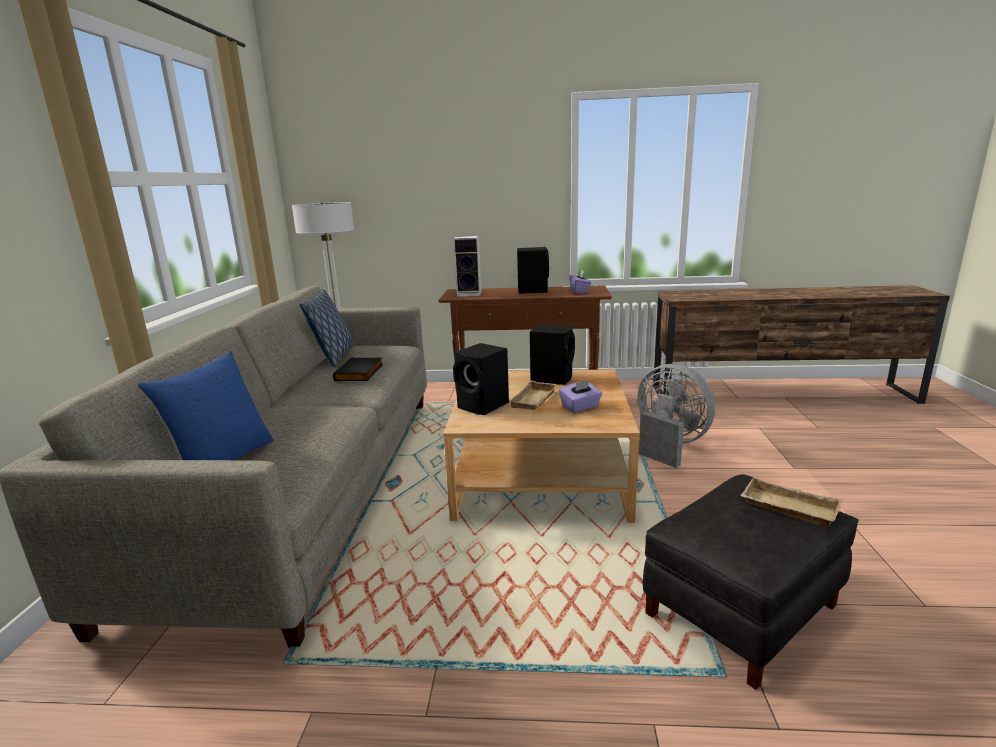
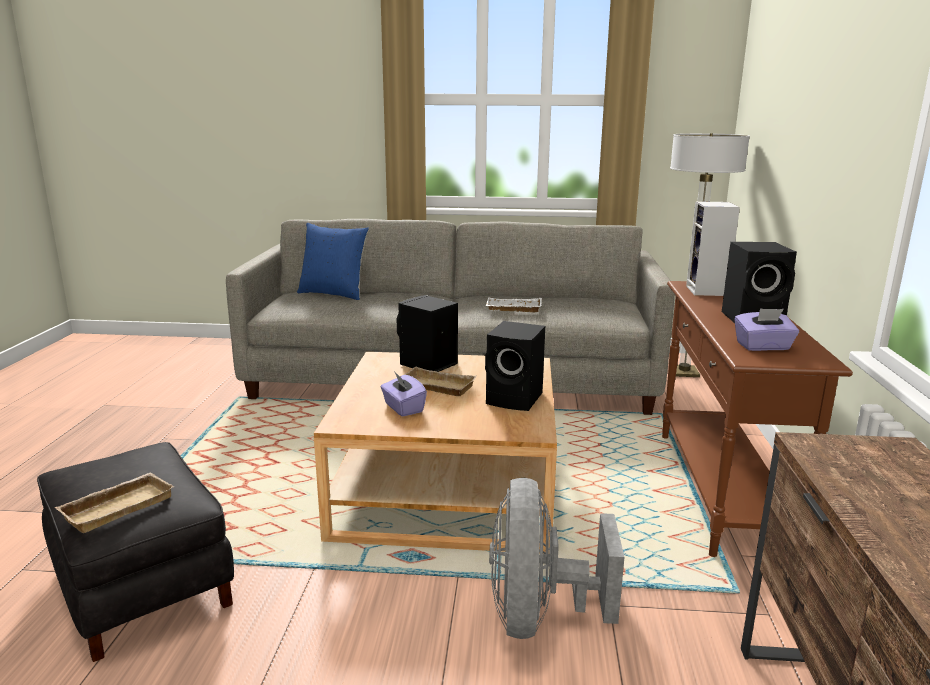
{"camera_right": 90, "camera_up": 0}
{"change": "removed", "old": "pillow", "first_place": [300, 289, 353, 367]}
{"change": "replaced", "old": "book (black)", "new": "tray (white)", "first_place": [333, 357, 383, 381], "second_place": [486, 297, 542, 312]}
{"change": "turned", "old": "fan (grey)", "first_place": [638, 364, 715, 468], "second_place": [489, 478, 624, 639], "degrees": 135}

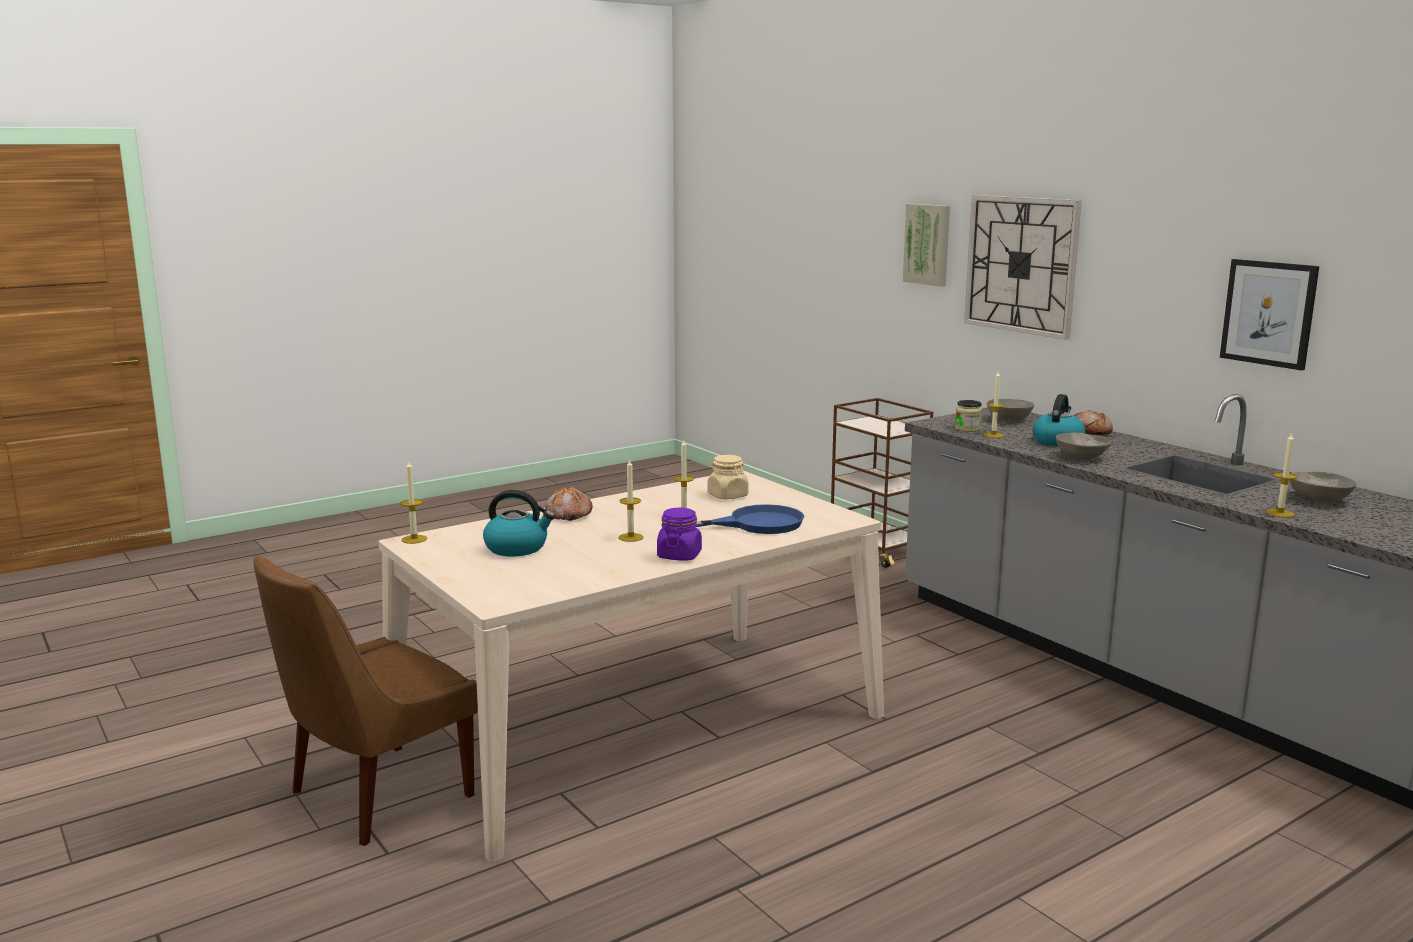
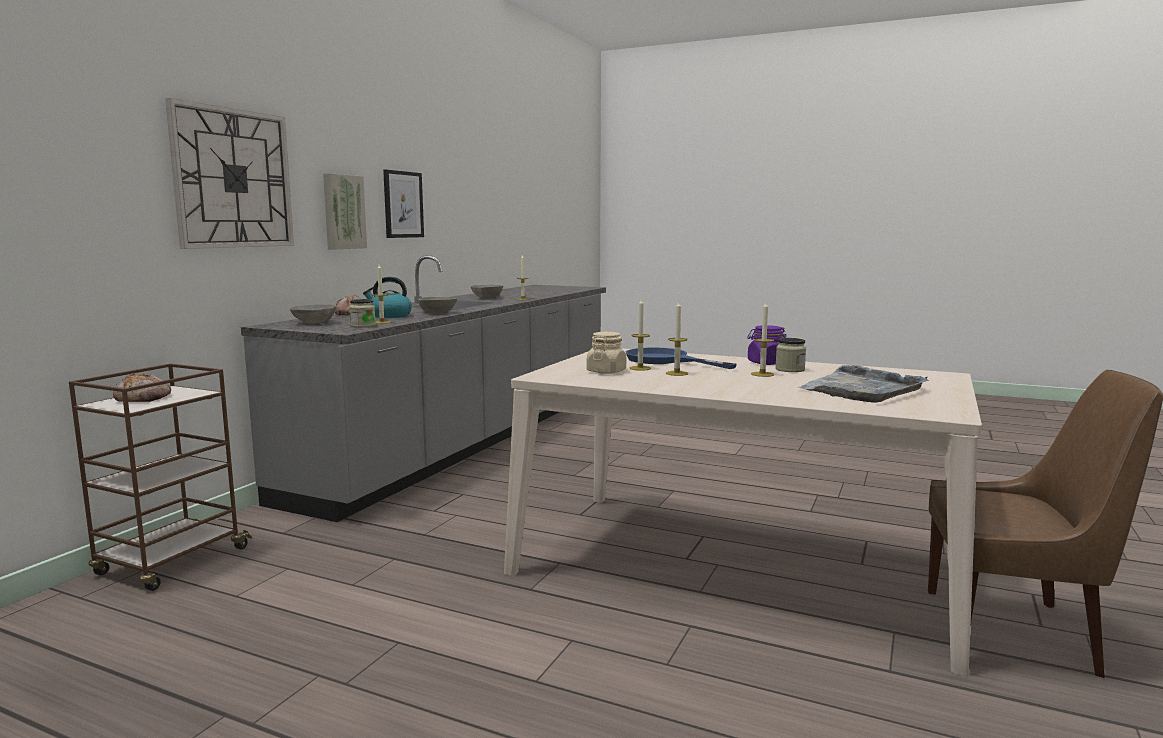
{"camera_right": -120, "camera_up": -5}
{"change": "added", "new": "jar", "second_place": [775, 338, 806, 372]}
{"change": "moved", "old": "candle", "first_place": [401, 460, 427, 544], "second_place": [630, 299, 651, 371]}
{"change": "moved", "old": "bread", "first_place": [545, 486, 592, 521], "second_place": [113, 373, 171, 402]}
{"change": "moved", "old": "picture", "first_place": [903, 204, 950, 286], "second_place": [323, 173, 367, 250]}
{"change": "replaced", "old": "kettle", "new": "tray (grey)", "first_place": [483, 490, 555, 556], "second_place": [798, 365, 929, 403]}

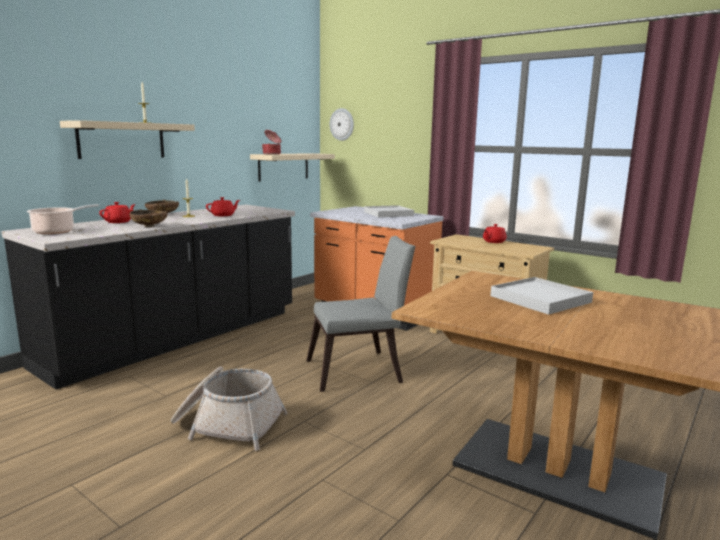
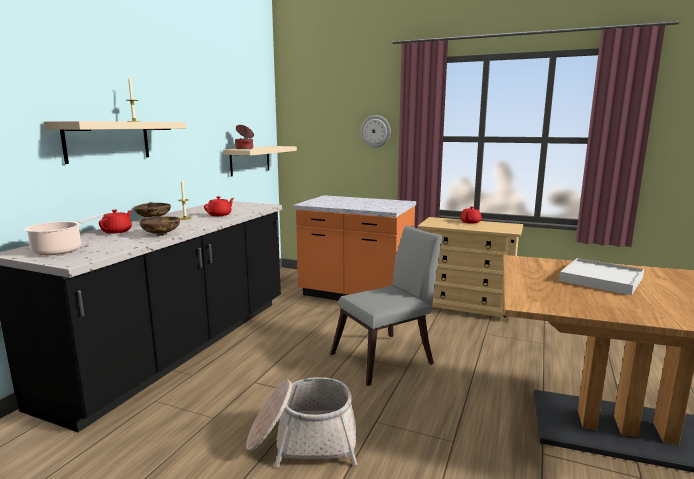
{"camera_right": -15, "camera_up": 0}
{"change": "removed", "old": "tray (white)", "first_place": [364, 205, 414, 217]}
{"change": "moved", "old": "wall clock", "first_place": [330, 108, 354, 141], "second_place": [361, 115, 391, 148]}

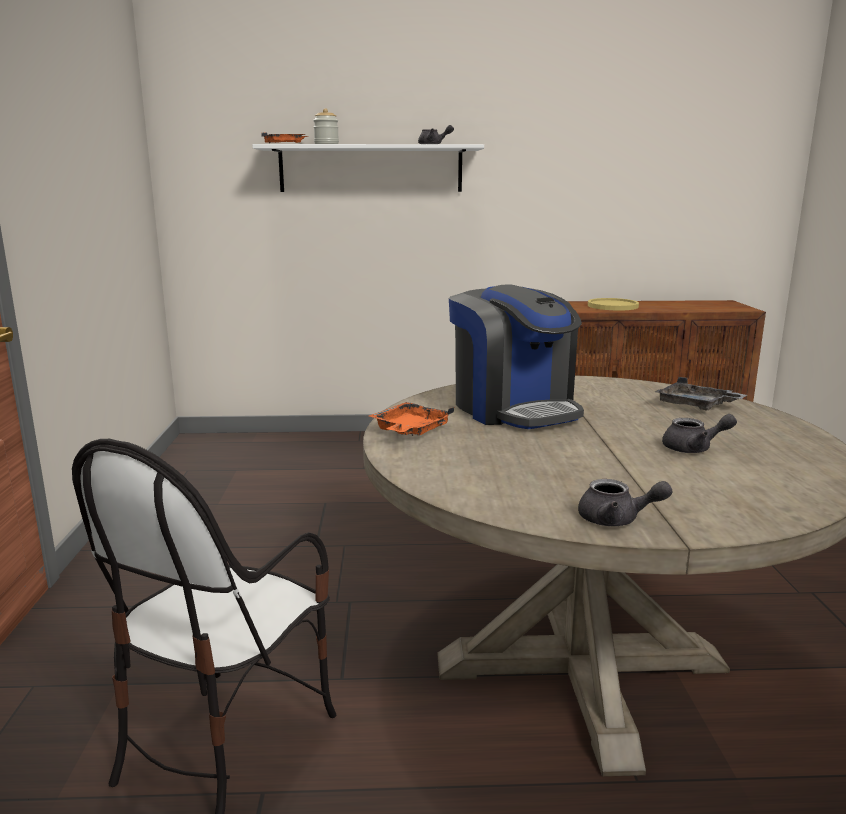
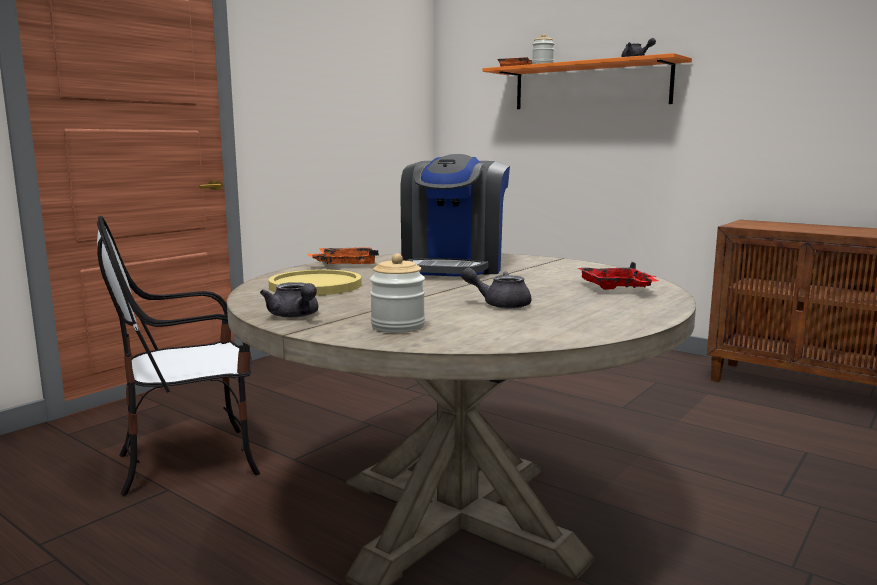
{"camera_right": 40, "camera_up": -5}
{"change": "added", "new": "jar", "second_place": [370, 253, 425, 333]}
{"change": "moved", "old": "plate (yellow)", "first_place": [588, 298, 639, 311], "second_place": [269, 269, 362, 296]}
{"change": "recoloured", "old": "shelf (white)", "new": "shelf (orange)", "first_place": [252, 144, 484, 192], "second_place": [483, 53, 692, 109]}
{"change": "recoloured", "old": "tray (grey)", "new": "tray (red)", "first_place": [655, 377, 747, 411], "second_place": [577, 262, 658, 290]}
{"change": "turned", "old": "teapot (grey)", "first_place": [662, 414, 737, 453], "second_place": [461, 267, 531, 309], "degrees": 150}

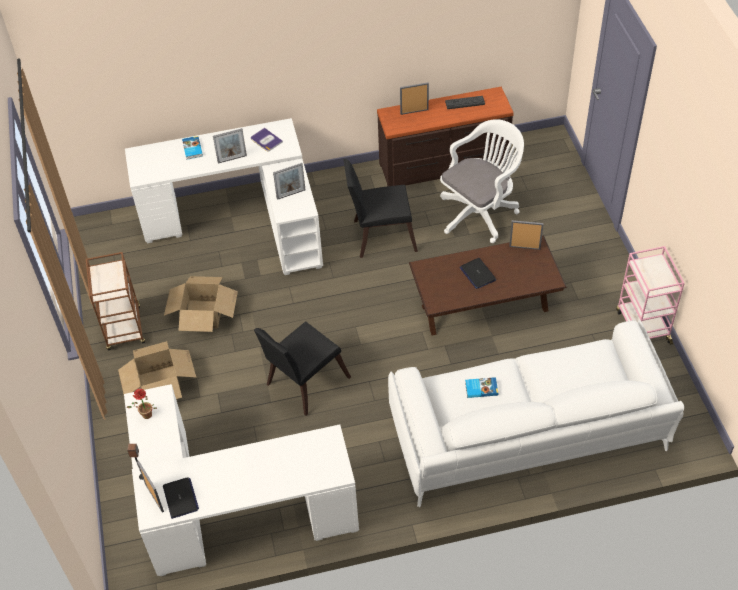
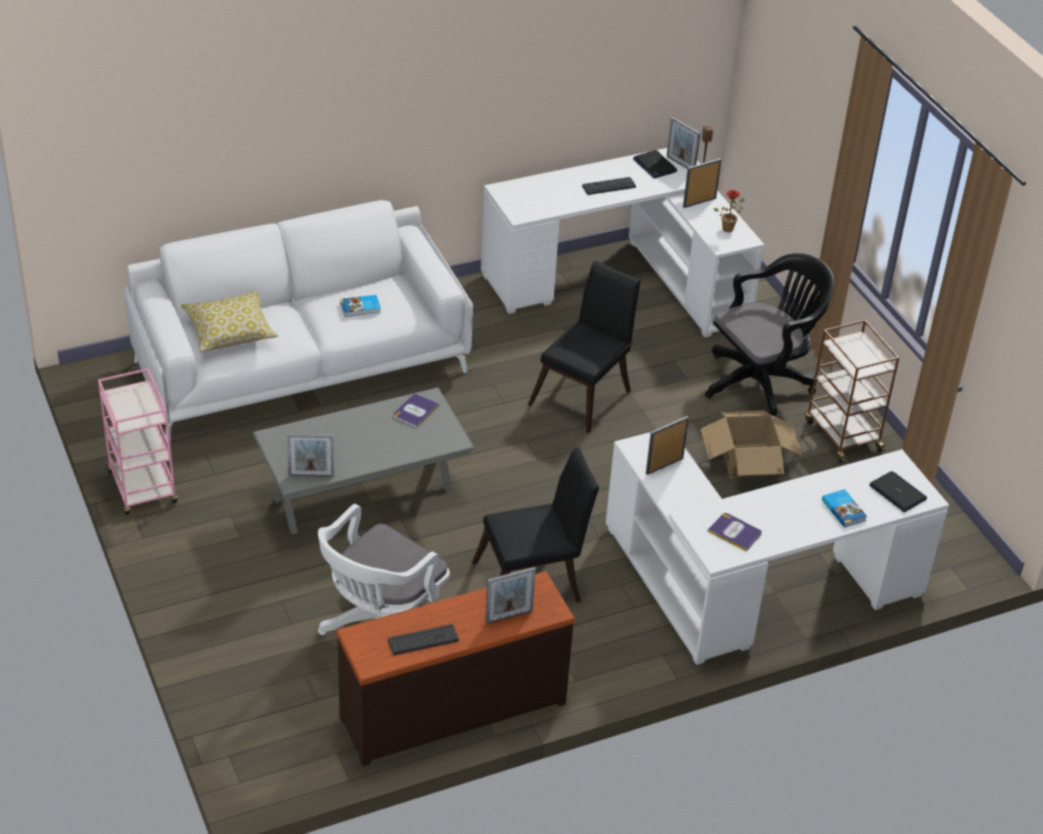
{"camera_right": 165, "camera_up": -10}
{"change": "added", "new": "pillow", "second_place": [181, 292, 278, 352]}
{"change": "added", "new": "book", "second_place": [393, 394, 439, 428]}
{"change": "added", "new": "keyboard", "second_place": [582, 177, 636, 195]}
{"change": "moved", "old": "picture frame", "first_place": [213, 128, 247, 164], "second_place": [683, 158, 722, 208]}
{"change": "moved", "old": "laptop", "first_place": [460, 258, 496, 289], "second_place": [869, 471, 927, 512]}
{"change": "replaced", "old": "cardboard box", "new": "office chair (black)", "first_place": [118, 341, 196, 399], "second_place": [705, 253, 834, 416]}
{"change": "recoloured", "old": "coffee table (brown)", "new": "coffee table (grey)", "first_place": [409, 236, 567, 335], "second_place": [252, 388, 475, 534]}

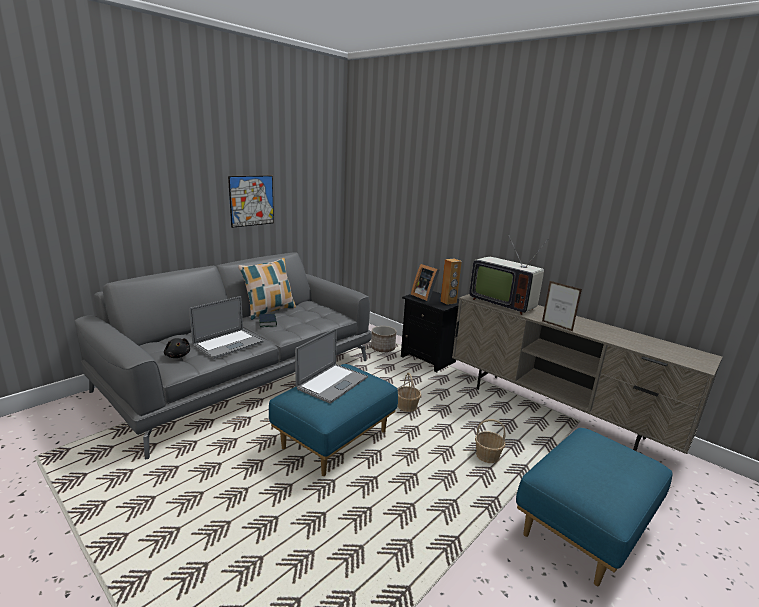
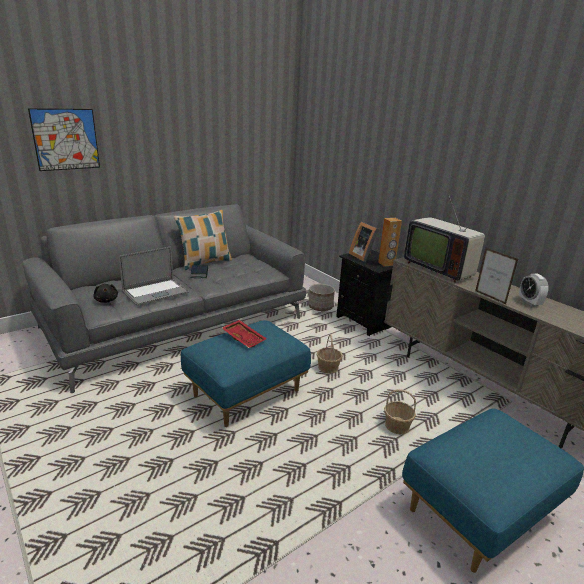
{"camera_right": 10, "camera_up": 5}
{"change": "added", "new": "alarm clock", "second_place": [519, 274, 549, 307]}
{"change": "moved", "old": "picture", "first_place": [228, 176, 274, 228], "second_place": [28, 108, 100, 171]}
{"change": "replaced", "old": "laptop", "new": "tray (red)", "first_place": [295, 328, 368, 404], "second_place": [222, 320, 267, 348]}

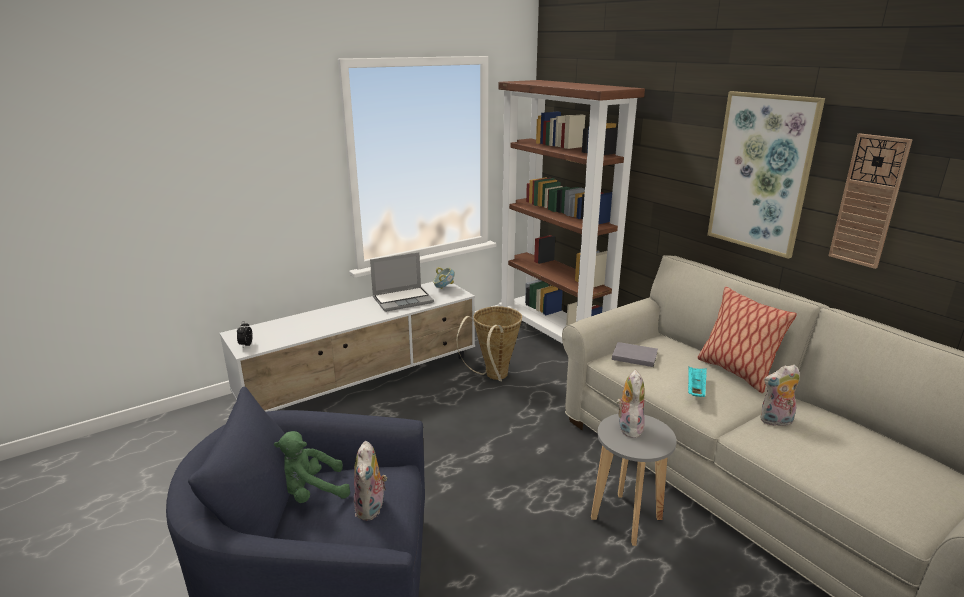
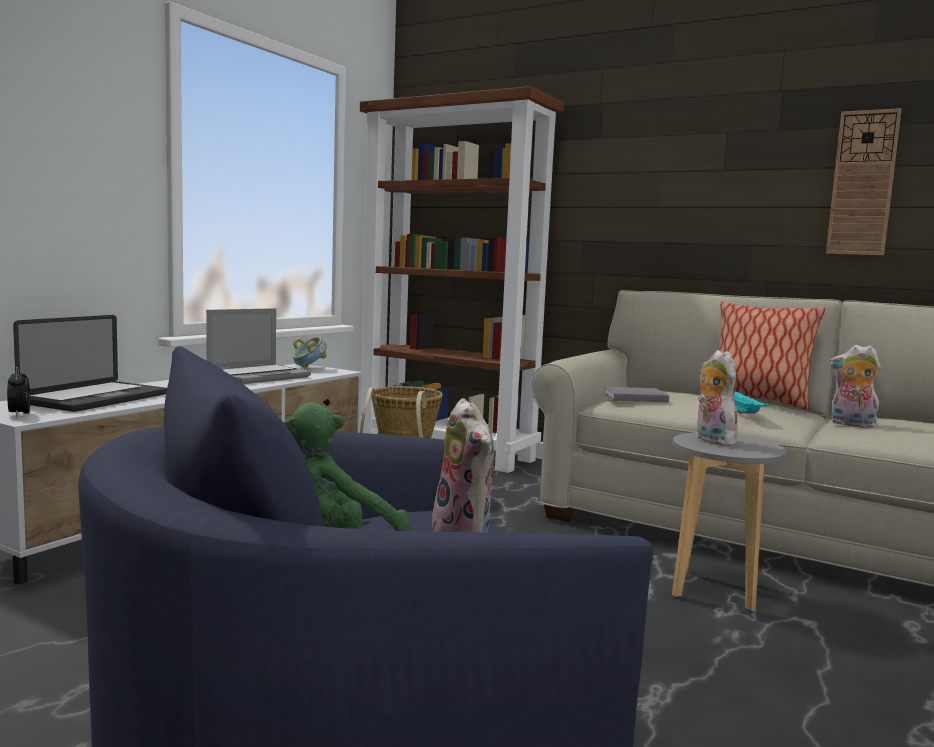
{"camera_right": -25, "camera_up": -15}
{"change": "removed", "old": "picture", "first_place": [707, 91, 825, 259]}
{"change": "added", "new": "laptop", "second_place": [13, 315, 167, 412]}
{"change": "turned", "old": "plush toy", "first_place": [760, 364, 800, 426], "second_place": [829, 345, 881, 428], "degrees": 60}

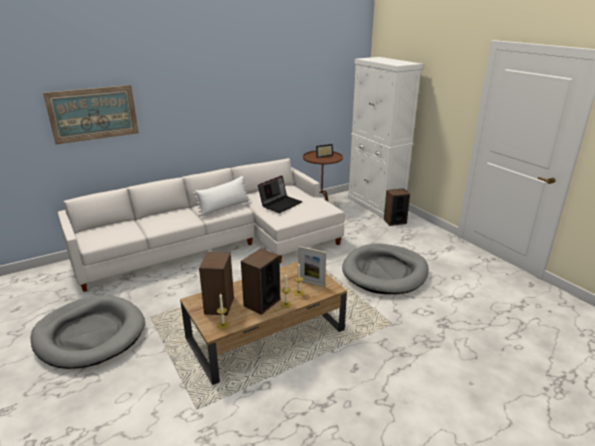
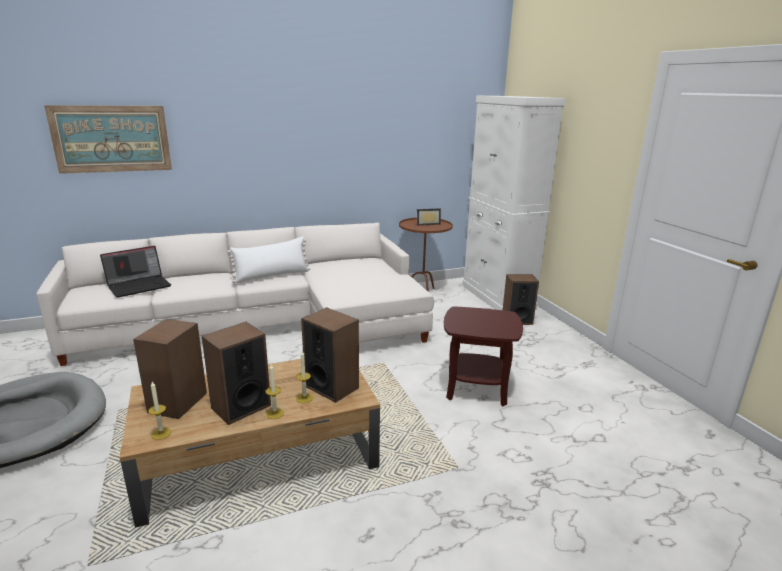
{"camera_right": 10, "camera_up": -5}
{"change": "moved", "old": "laptop", "first_place": [258, 176, 303, 213], "second_place": [100, 246, 171, 298]}
{"change": "replaced", "old": "picture frame", "new": "speaker", "first_place": [298, 246, 326, 287], "second_place": [301, 307, 359, 403]}
{"change": "replaced", "old": "dog bed (grey)", "new": "side table (brown)", "first_place": [342, 244, 429, 294], "second_place": [444, 307, 523, 406]}

